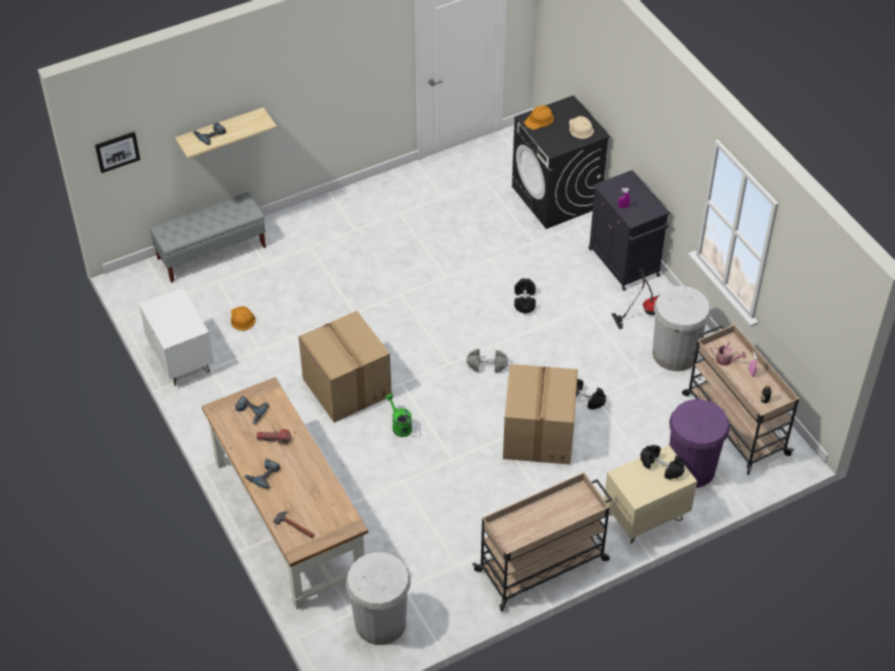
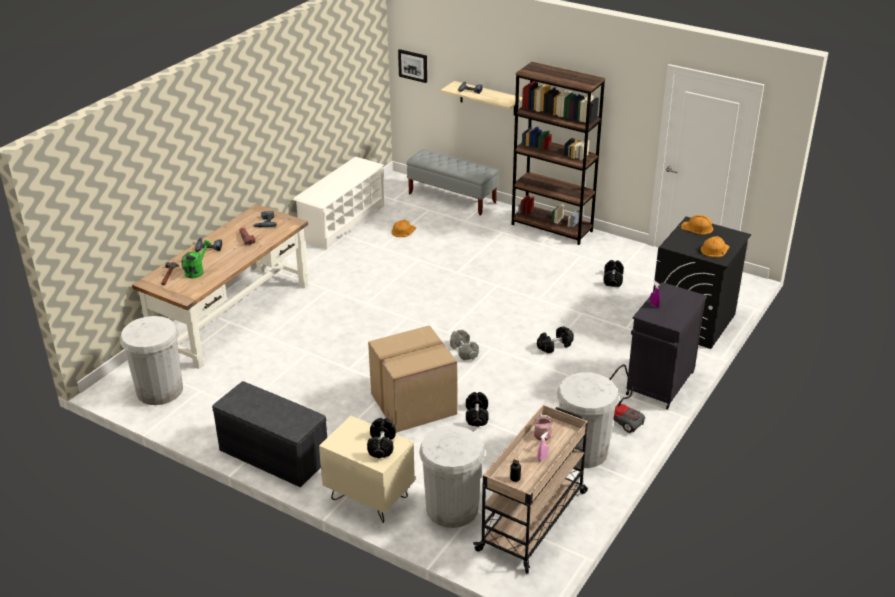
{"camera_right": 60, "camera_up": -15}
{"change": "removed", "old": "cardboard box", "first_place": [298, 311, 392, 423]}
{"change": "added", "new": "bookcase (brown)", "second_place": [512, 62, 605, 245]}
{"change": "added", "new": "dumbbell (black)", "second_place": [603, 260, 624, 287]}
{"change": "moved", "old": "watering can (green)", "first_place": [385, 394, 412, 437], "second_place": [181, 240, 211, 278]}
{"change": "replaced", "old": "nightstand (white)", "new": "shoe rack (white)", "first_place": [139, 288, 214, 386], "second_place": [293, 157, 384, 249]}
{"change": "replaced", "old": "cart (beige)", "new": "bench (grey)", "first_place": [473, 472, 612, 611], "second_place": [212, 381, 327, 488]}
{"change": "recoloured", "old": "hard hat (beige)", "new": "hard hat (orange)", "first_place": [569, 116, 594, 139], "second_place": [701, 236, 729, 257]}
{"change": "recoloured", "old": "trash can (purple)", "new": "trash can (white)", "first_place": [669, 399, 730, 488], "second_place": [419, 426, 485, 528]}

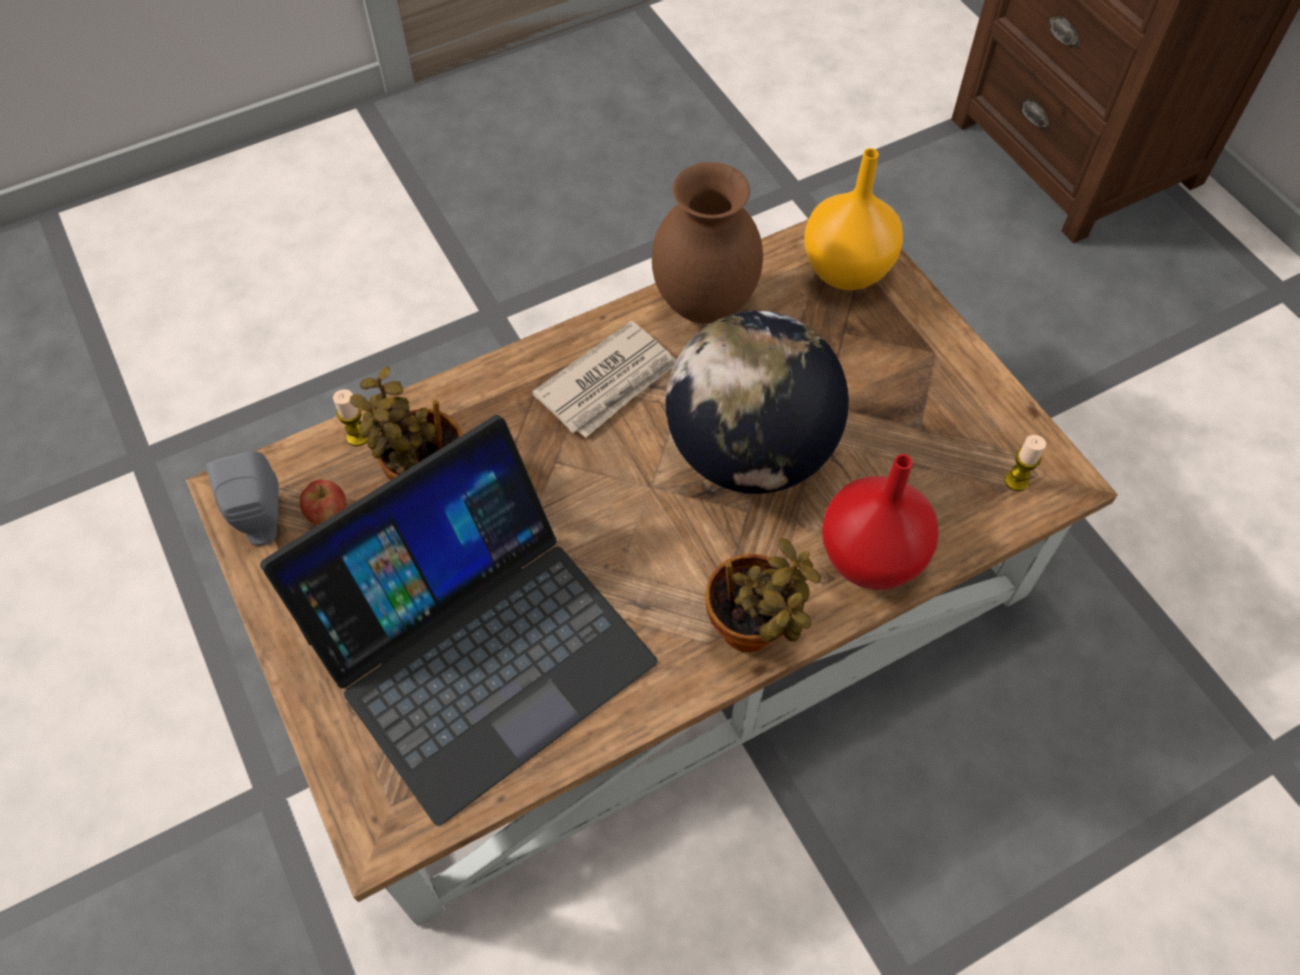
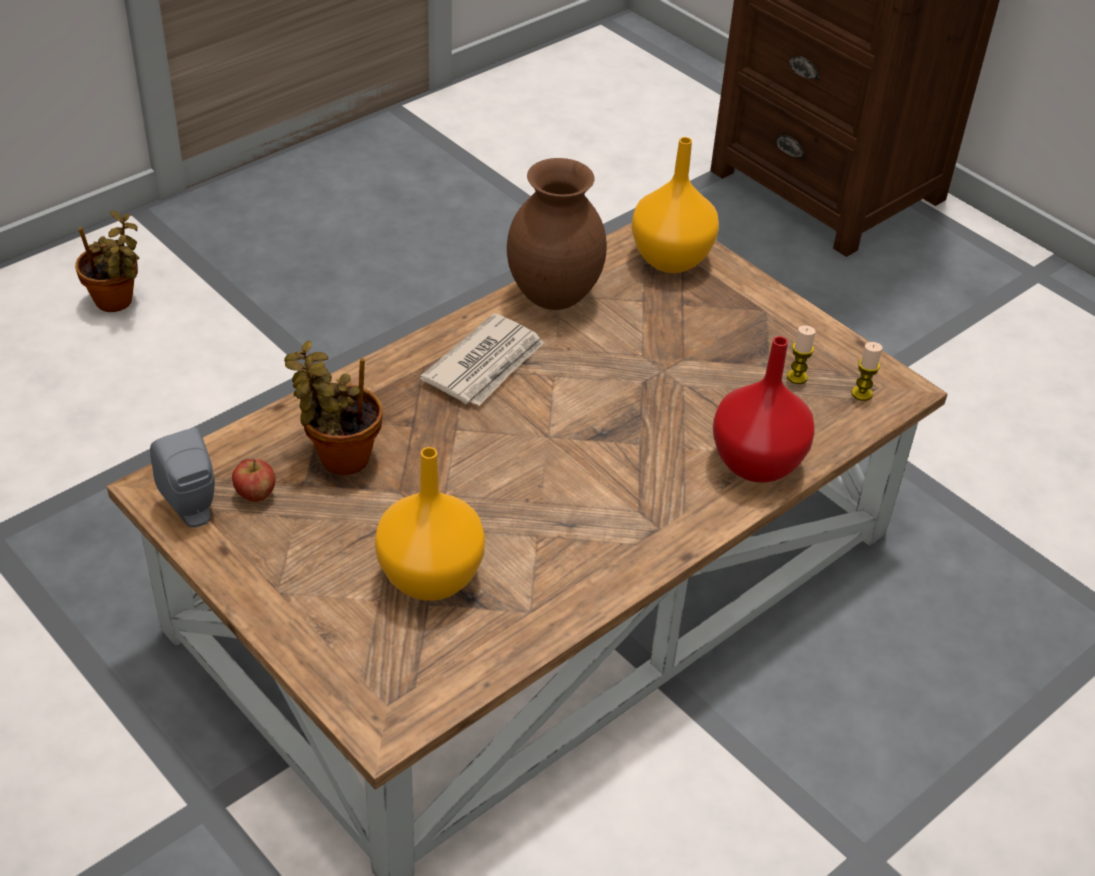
{"camera_right": -15, "camera_up": -15}
{"change": "removed", "old": "globe", "first_place": [665, 311, 849, 494]}
{"change": "moved", "old": "candle", "first_place": [333, 389, 368, 446], "second_place": [787, 325, 816, 384]}
{"change": "moved", "old": "potted plant", "first_place": [705, 538, 821, 652], "second_place": [75, 211, 139, 312]}
{"change": "replaced", "old": "laptop", "new": "vase (orange)", "first_place": [260, 415, 658, 826], "second_place": [375, 447, 485, 601]}

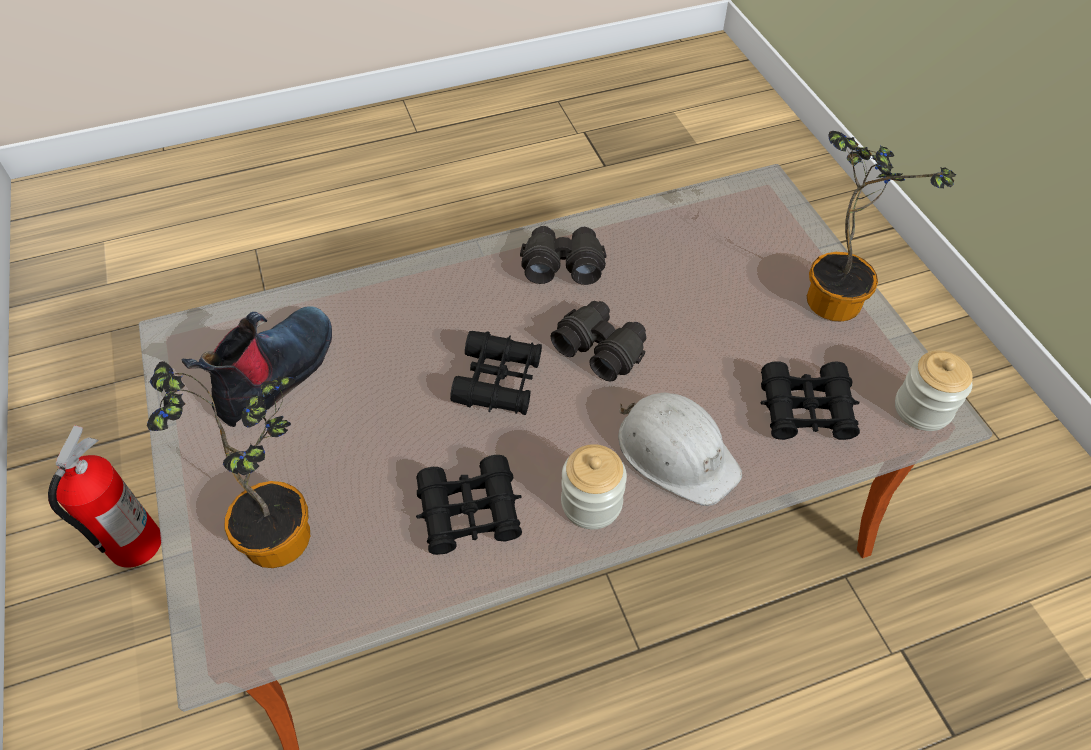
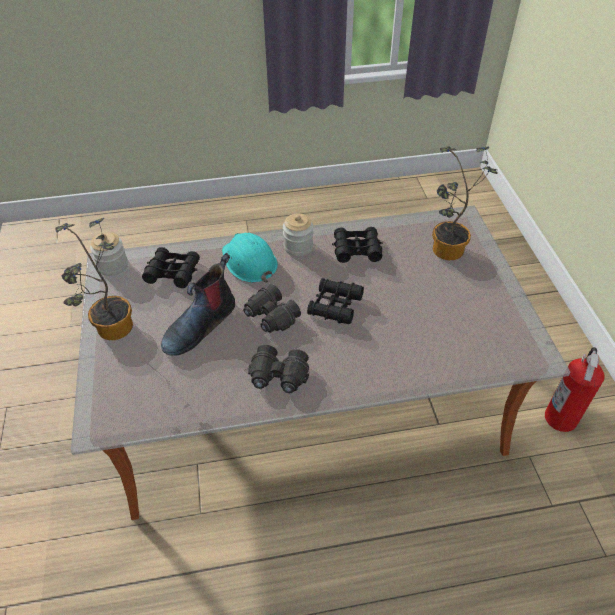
{"camera_right": -170, "camera_up": -5}
{"change": "moved", "old": "boot", "first_place": [182, 306, 332, 427], "second_place": [161, 253, 236, 356]}
{"change": "recoloured", "old": "hard hat (white)", "new": "hard hat (turquoise)", "first_place": [618, 393, 742, 506], "second_place": [222, 233, 278, 283]}

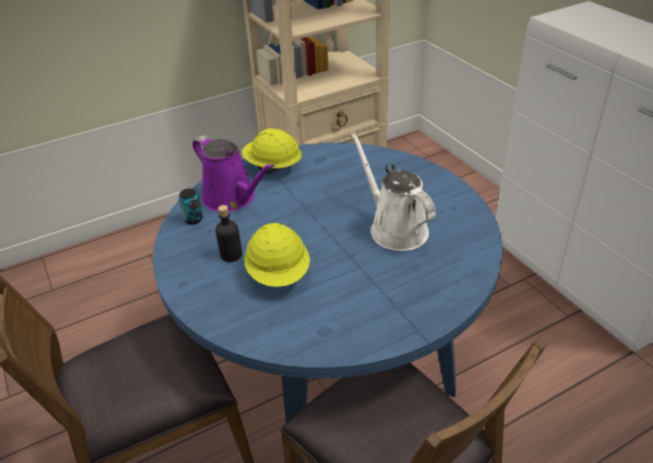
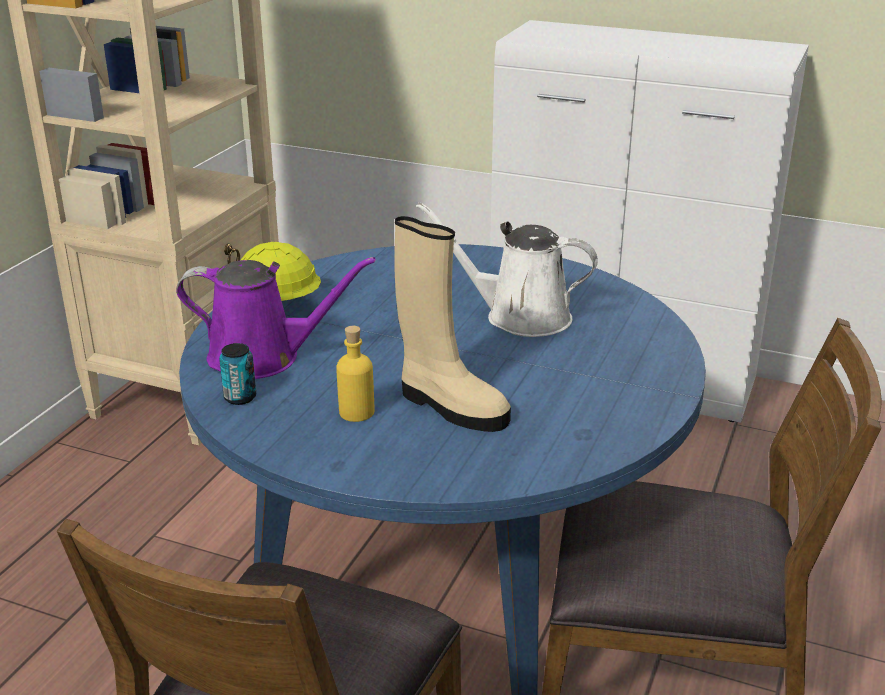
{"camera_right": -40, "camera_up": -10}
{"change": "replaced", "old": "hard hat (yellow)", "new": "boot (beige)", "first_place": [244, 223, 310, 287], "second_place": [395, 216, 511, 432]}
{"change": "recoloured", "old": "bottle (black)", "new": "bottle (yellow)", "first_place": [215, 205, 242, 262], "second_place": [336, 326, 374, 422]}

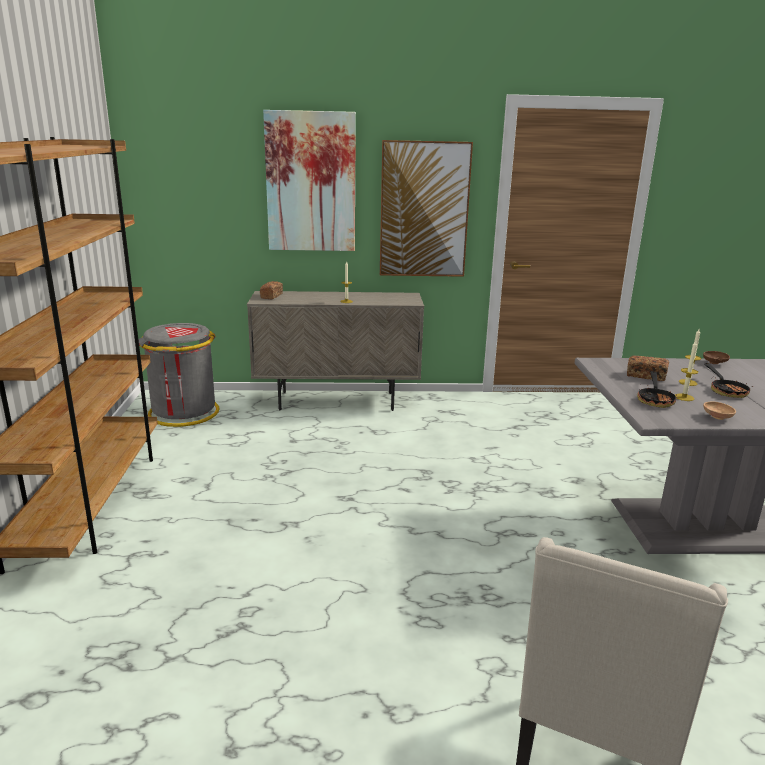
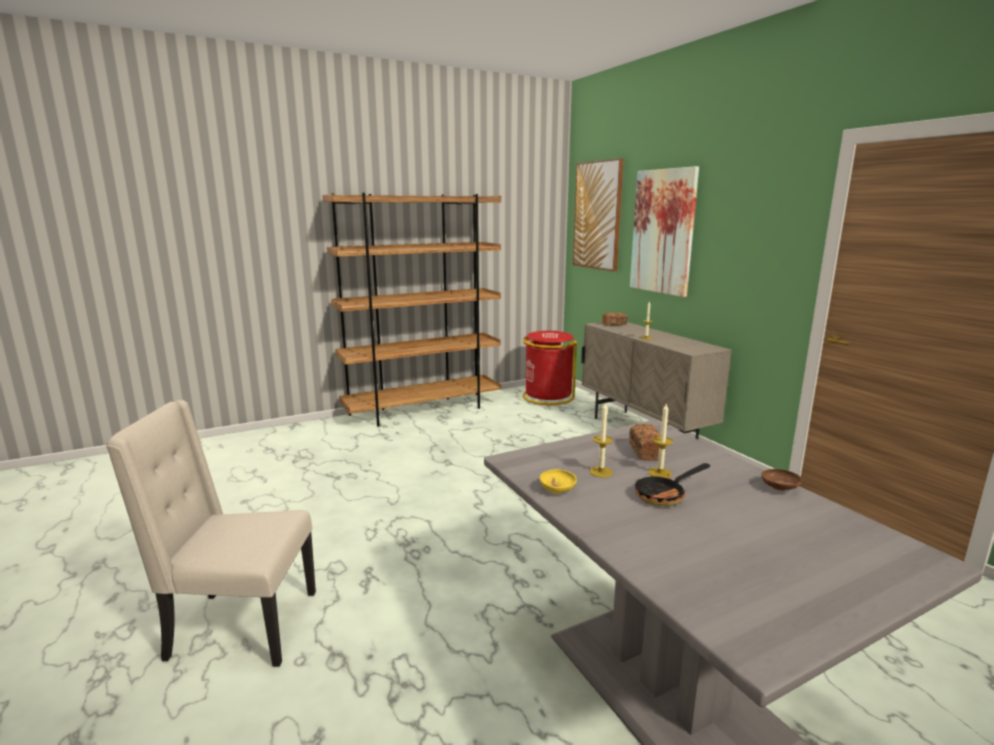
{"camera_right": 65, "camera_up": -5}
{"change": "removed", "old": "frying pan", "first_place": [637, 371, 677, 408]}
{"change": "moved", "old": "picture", "first_place": [380, 140, 473, 277], "second_place": [573, 158, 624, 271]}
{"change": "recoloured", "old": "trash can (grey)", "new": "trash can (red)", "first_place": [138, 323, 220, 427], "second_place": [523, 331, 577, 405]}
{"change": "recoloured", "old": "bowl (brown)", "new": "bowl (yellow)", "first_place": [703, 402, 736, 420], "second_place": [540, 469, 577, 494]}

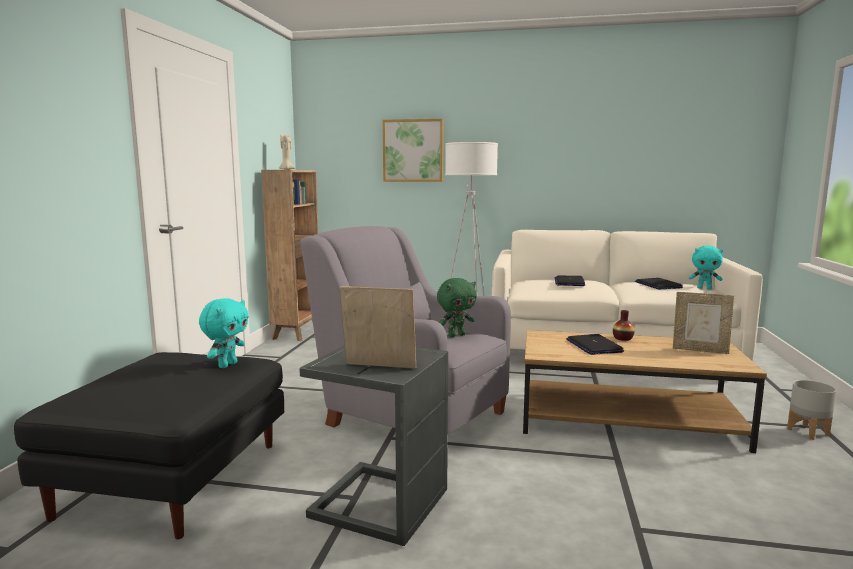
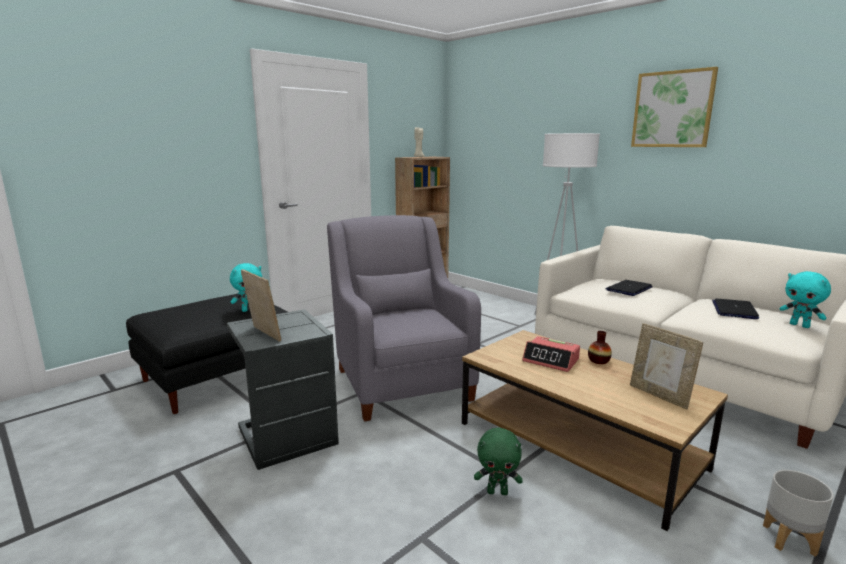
{"camera_right": 35, "camera_up": 5}
{"change": "moved", "old": "picture", "first_place": [382, 119, 443, 182], "second_place": [631, 67, 718, 147]}
{"change": "moved", "old": "plush toy (green)", "first_place": [437, 278, 477, 337], "second_place": [474, 428, 523, 495]}
{"change": "replaced", "old": "laptop", "new": "alarm clock", "first_place": [566, 334, 624, 355], "second_place": [522, 336, 580, 372]}

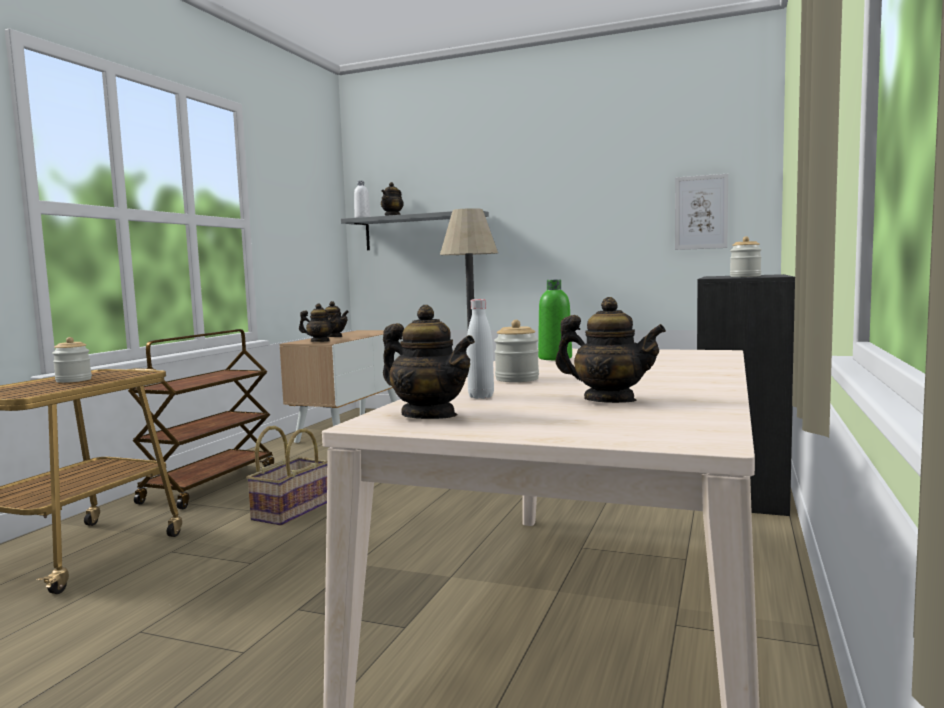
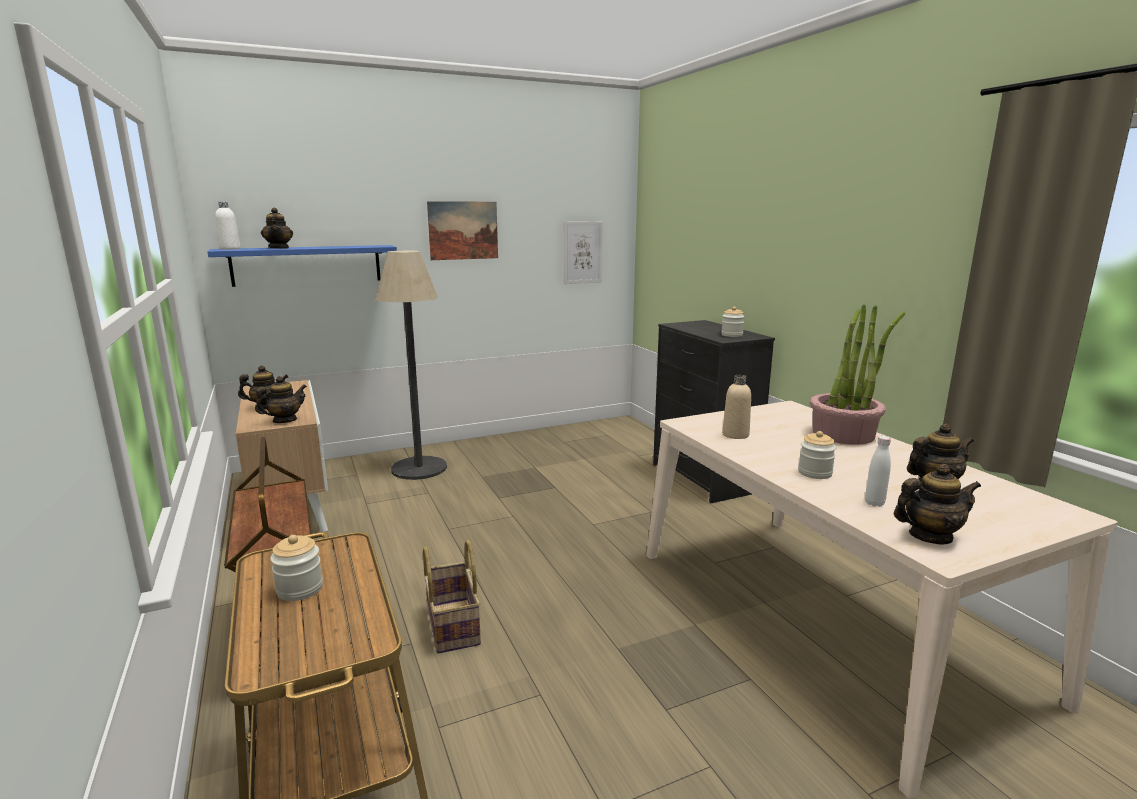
{"camera_right": -45, "camera_up": 10}
{"change": "added", "new": "picture", "second_place": [427, 201, 498, 260]}
{"change": "added", "new": "potted plant", "second_place": [810, 304, 905, 445]}
{"change": "recoloured", "old": "shelf (grey)", "new": "shelf (blue)", "first_place": [341, 211, 489, 250], "second_place": [207, 245, 397, 287]}
{"change": "recoloured", "old": "bottle (green)", "new": "bottle (beige)", "first_place": [538, 279, 572, 360], "second_place": [722, 375, 751, 439]}

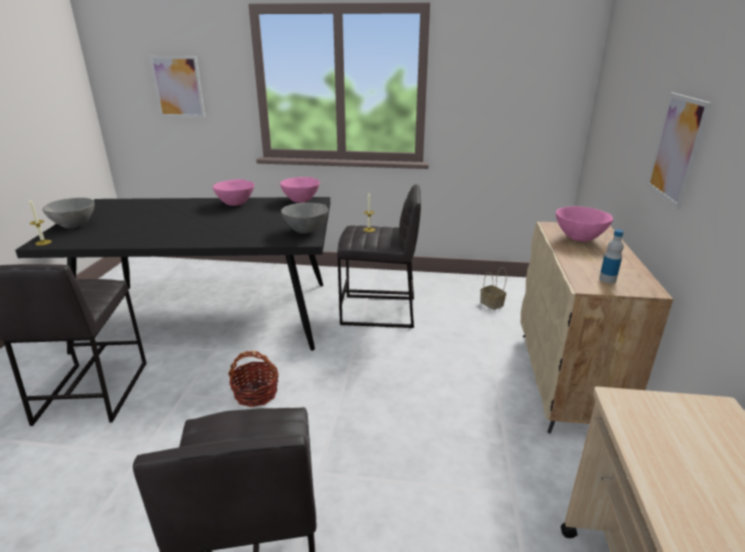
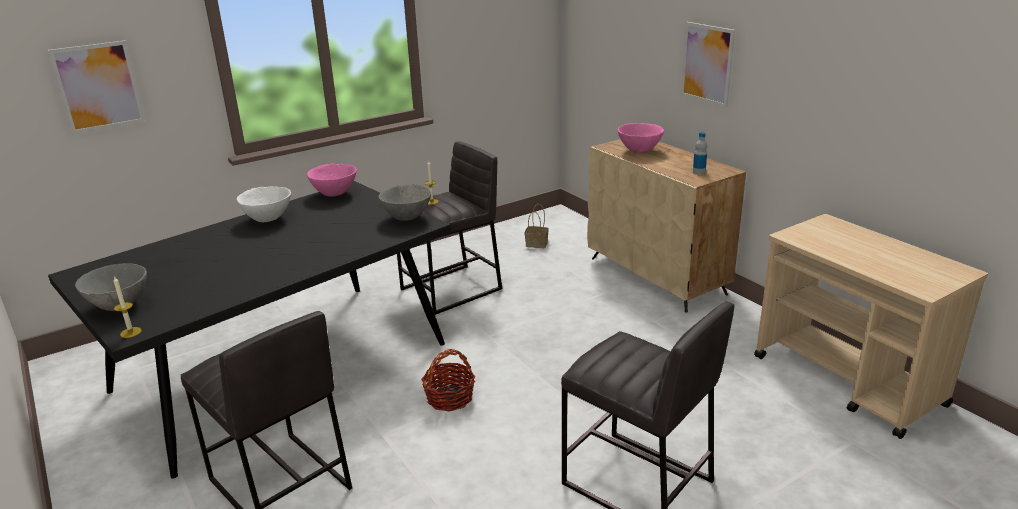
{"camera_right": -40, "camera_up": 0}
{"change": "recoloured", "old": "bowl (pink)", "new": "bowl (white)", "first_place": [213, 179, 254, 206], "second_place": [237, 186, 291, 222]}

